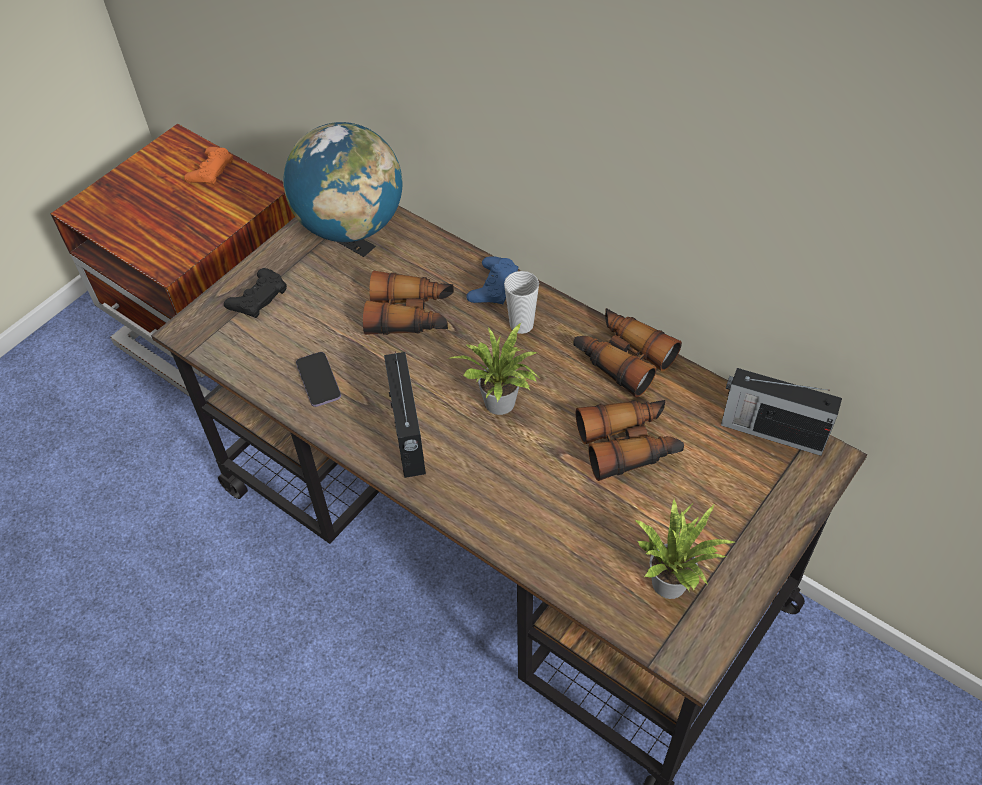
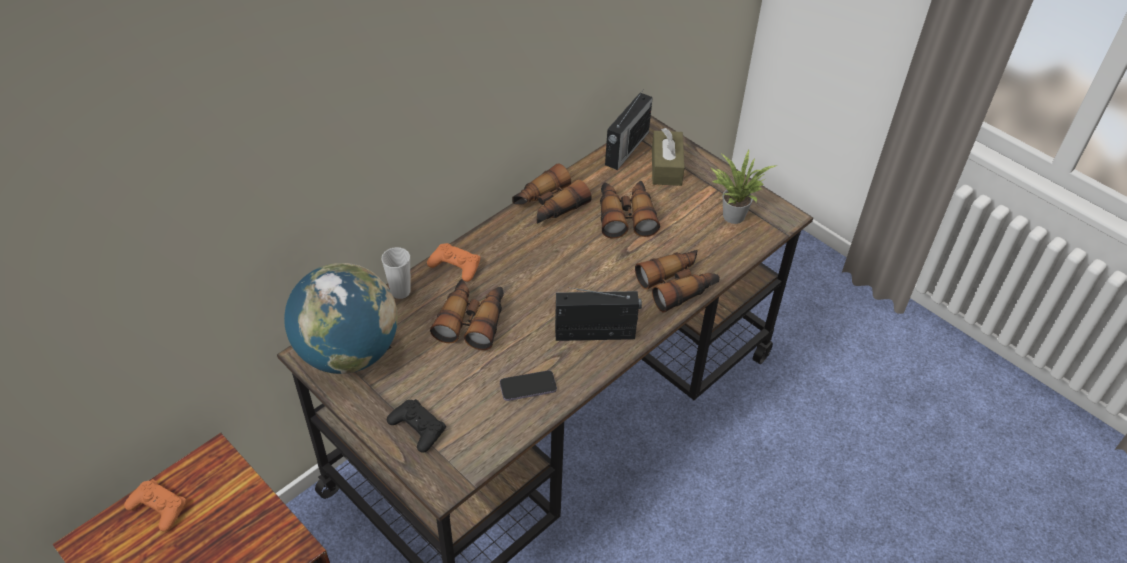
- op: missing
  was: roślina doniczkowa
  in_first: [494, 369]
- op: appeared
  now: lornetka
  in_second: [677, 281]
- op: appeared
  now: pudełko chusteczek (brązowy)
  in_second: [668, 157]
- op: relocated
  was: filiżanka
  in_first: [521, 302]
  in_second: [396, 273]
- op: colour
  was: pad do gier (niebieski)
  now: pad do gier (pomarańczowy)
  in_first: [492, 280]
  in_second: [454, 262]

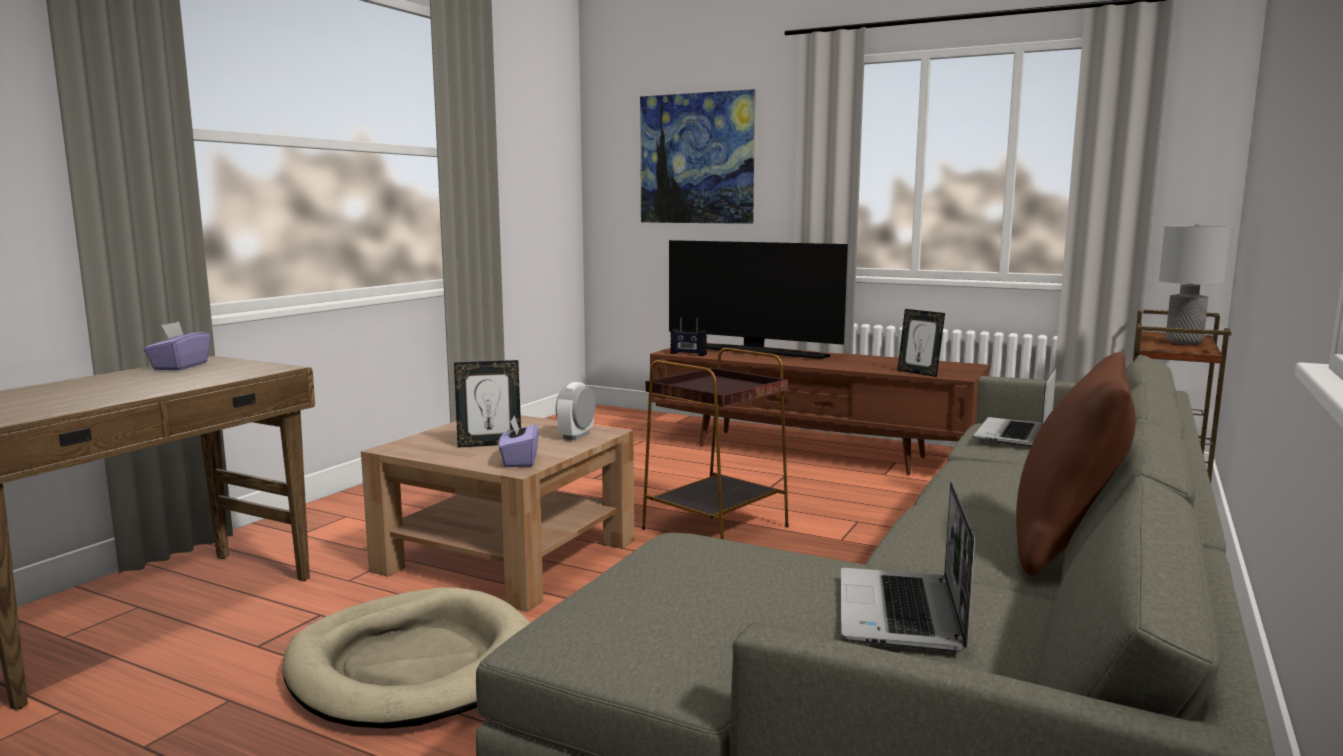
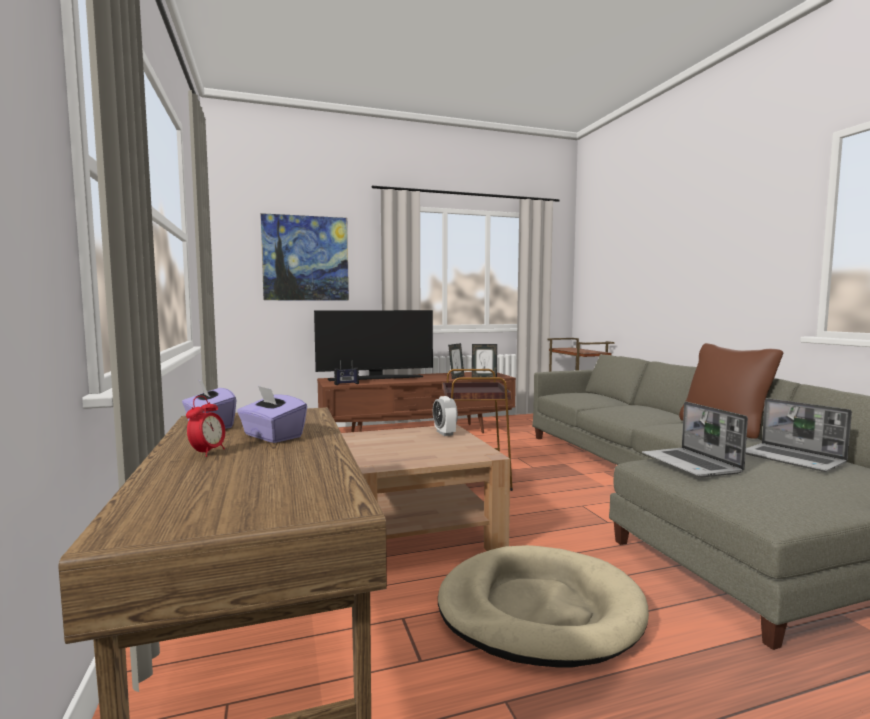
- op: missing
  was: lampa stołowa (szary)
  in_first: [1194, 284]
- op: appeared
  now: budzik
  in_second: [205, 426]
- op: relocated
  was: ramka na zdjęcie
  in_first: [487, 404]
  in_second: [456, 361]
- op: relocated
  was: pudełko chusteczek (fioletowy)
  in_first: [518, 441]
  in_second: [272, 414]
- op: relocated
  was: laptop
  in_first: [1014, 407]
  in_second: [695, 439]

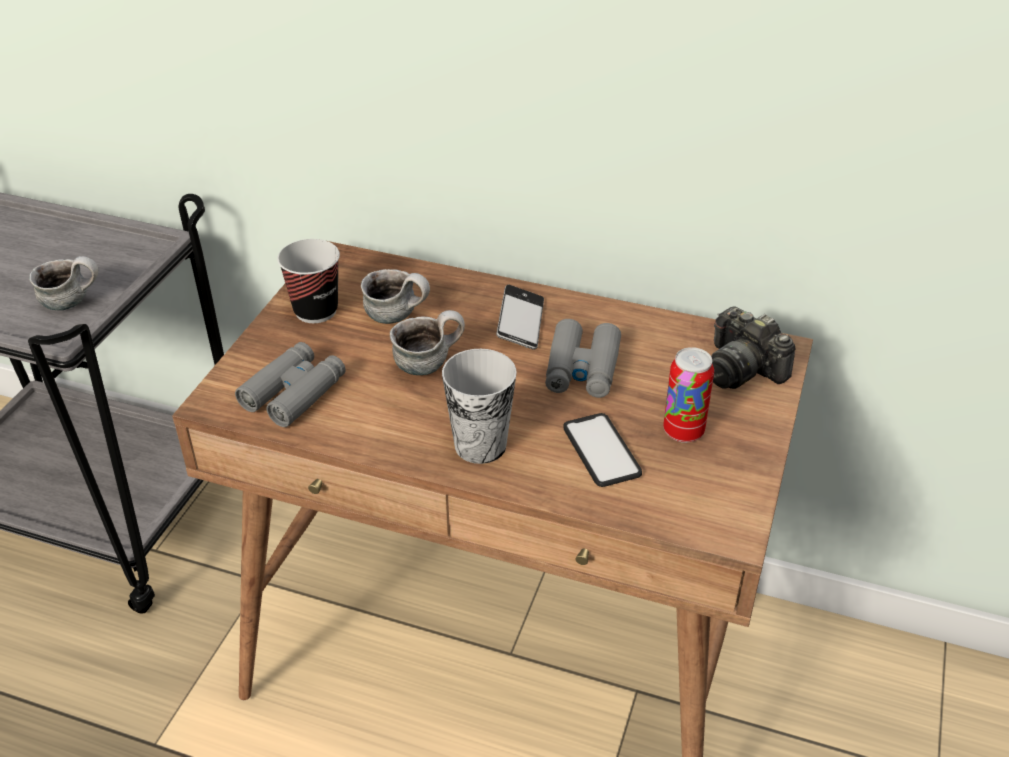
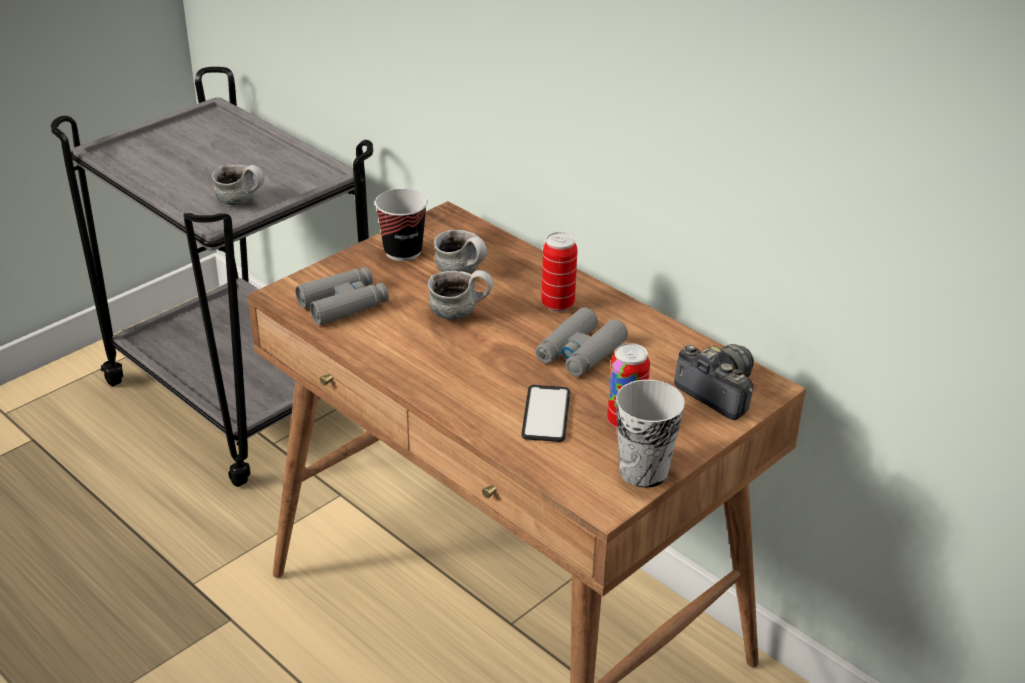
- op: relocated
  was: filiżanka
  in_first: [479, 406]
  in_second: [650, 434]
- op: exchanged
  was: telefon
  now: puszka
  in_first: [520, 317]
  in_second: [559, 272]
- op: spun
  was: aparat fotograficzny
  in_first: [753, 347]
  in_second: [714, 382]
  clockwise: 150

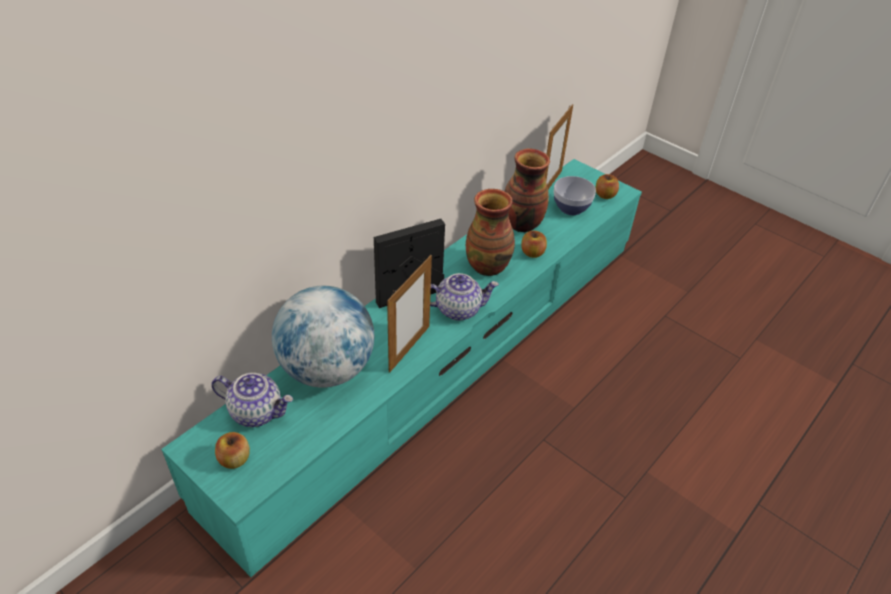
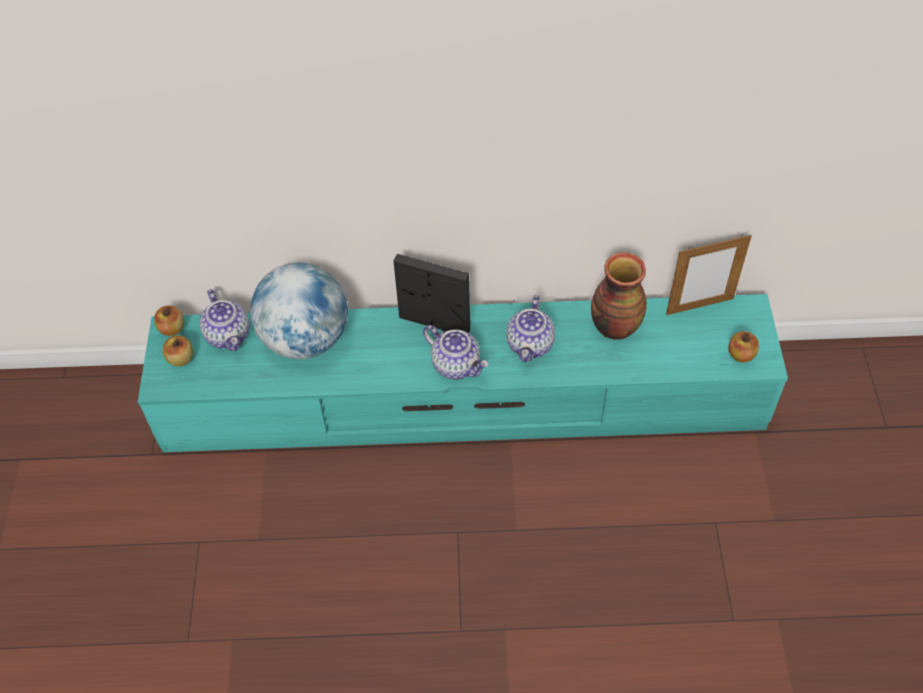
- op: missing
  was: ramka na zdjęcie
  in_first: [409, 314]
- op: missing
  was: miska
  in_first: [575, 195]
- op: relocated
  was: jabłko
  in_first: [534, 244]
  in_second: [169, 320]
- op: exchanged
  was: wazon
  now: imbryk
  in_first: [490, 232]
  in_second: [530, 328]

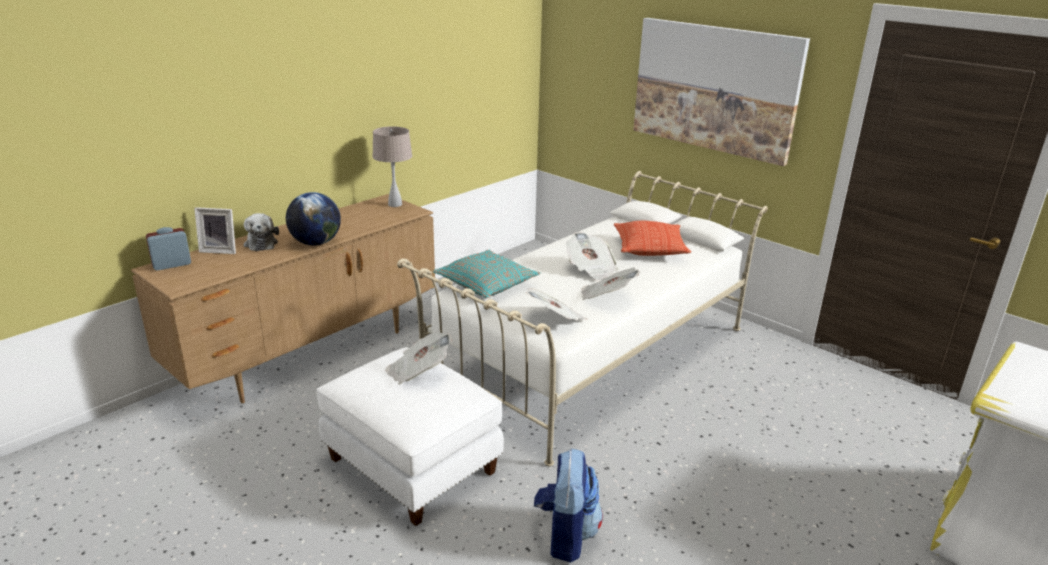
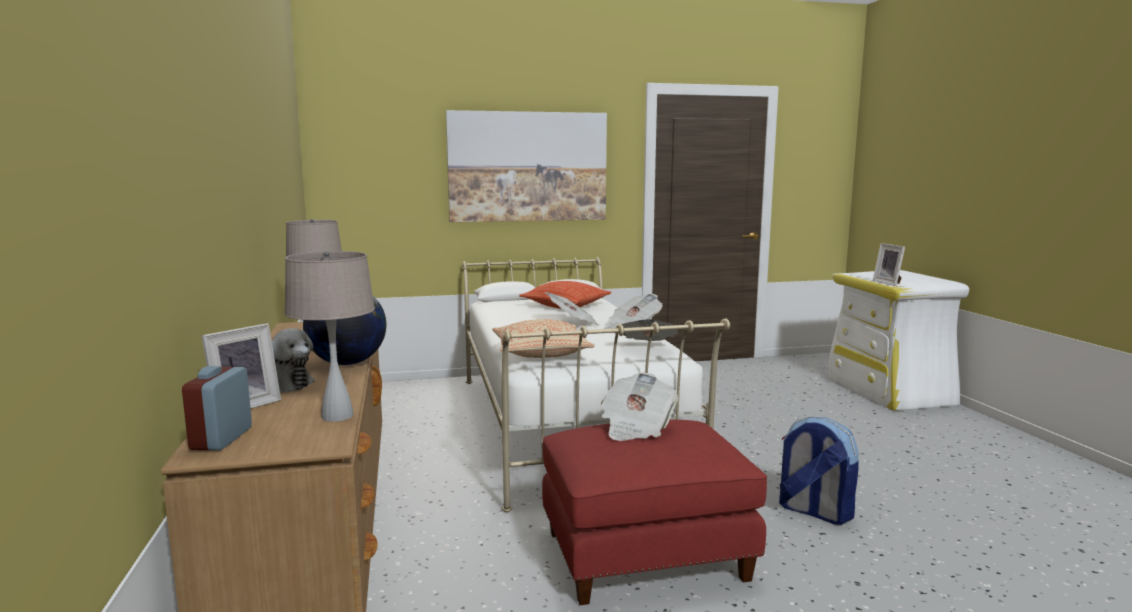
- op: appeared
  now: lampa stołowa (beżowy)
  in_second: [329, 336]
- op: appeared
  now: ramka na zdjęcie
  in_second: [889, 264]
- op: colour
  was: pufa (biały)
  now: pufa (czerwony)
  in_first: [410, 436]
  in_second: [654, 512]
- op: colour
  was: poduszka (turkusowy)
  now: poduszka (beżowy)
  in_first: [486, 274]
  in_second: [543, 338]

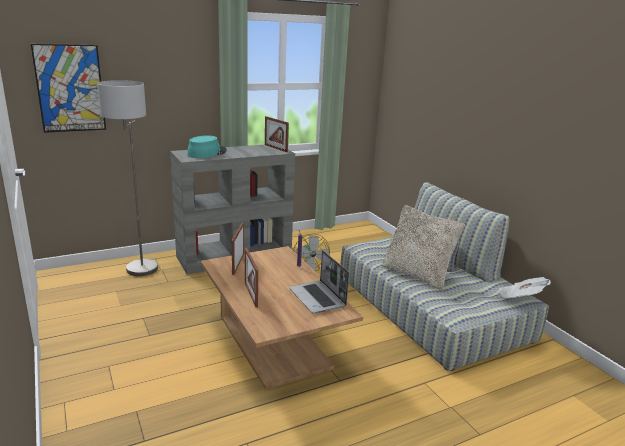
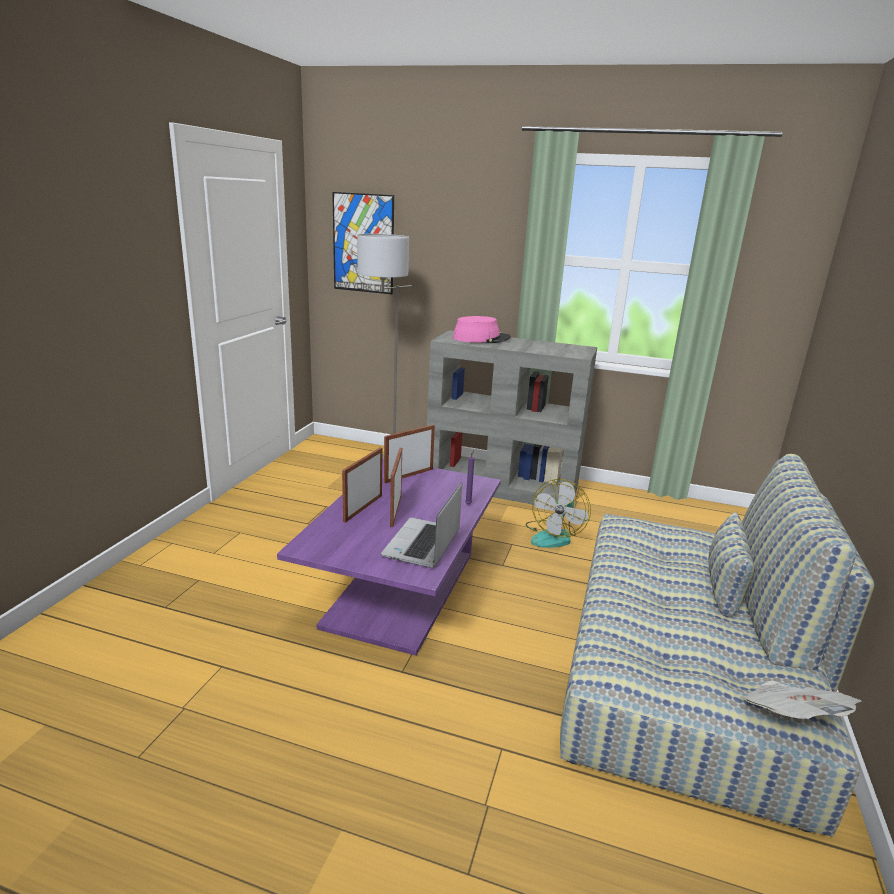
- op: missing
  was: poduszka (beżowy)
  in_first: [423, 247]
- op: relocated
  was: ramka na zdjęcie
  in_first: [277, 134]
  in_second: [396, 487]
- op: colour
  was: kapelusz (turkusowy)
  now: kapelusz (różowy)
  in_first: [207, 146]
  in_second: [482, 329]
- op: colour
  was: ława (brązowy)
  now: ława (fioletowy)
  in_first: [282, 318]
  in_second: [389, 557]

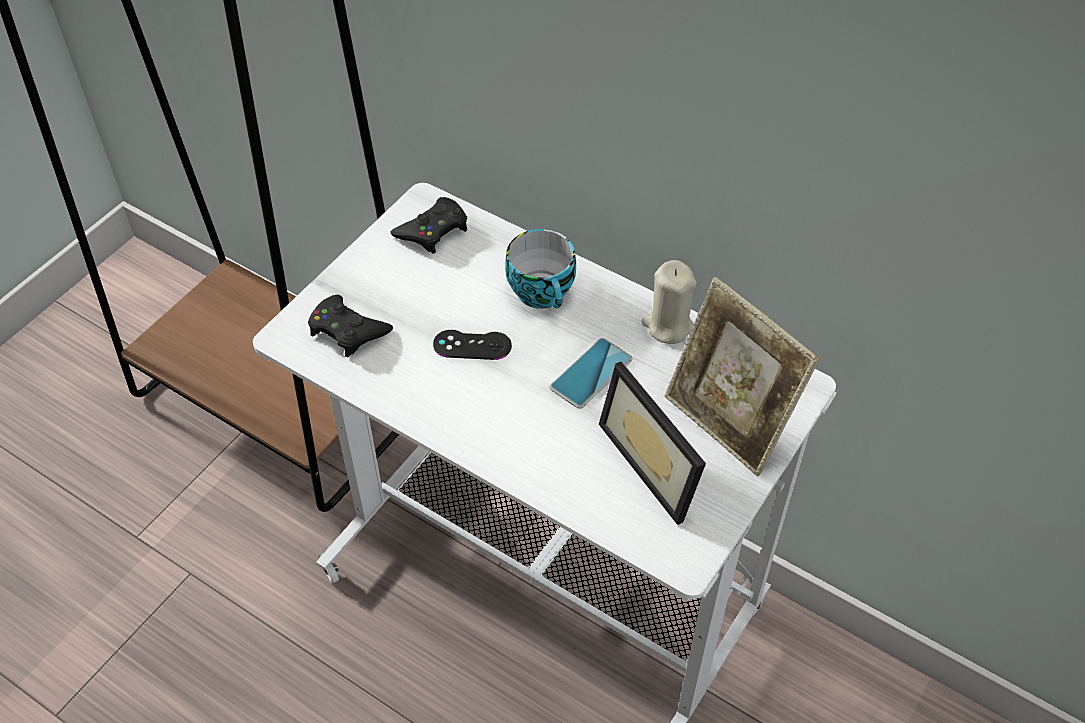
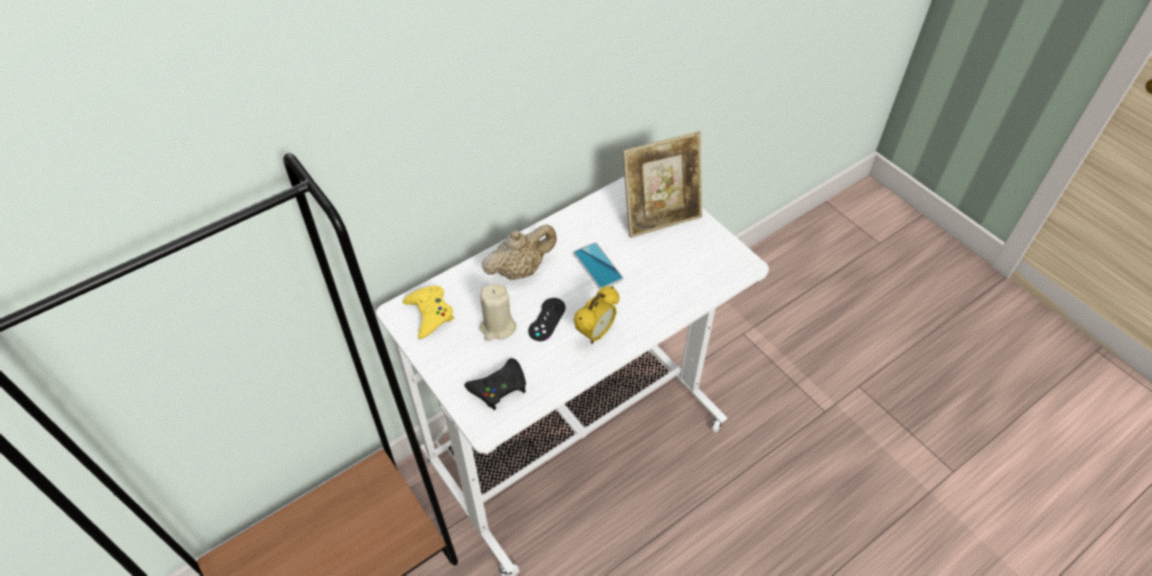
- op: missing
  was: ramka na zdjęcie
  in_first: [652, 443]
- op: appeared
  now: budzik
  in_second: [596, 315]
- op: relocated
  was: świeca (beżowy)
  in_first: [669, 302]
  in_second: [497, 312]
- op: exchanged
  was: filiżanka
  now: imbryk (beżowy)
  in_first: [540, 268]
  in_second: [519, 252]
- op: colour
  was: pad do gier (czarny)
  now: pad do gier (żółty)
  in_first: [428, 225]
  in_second: [428, 312]

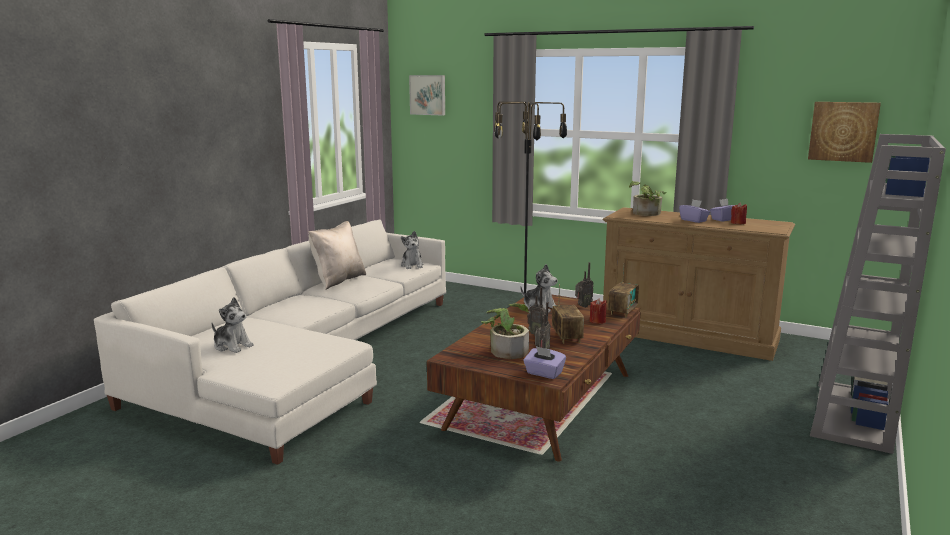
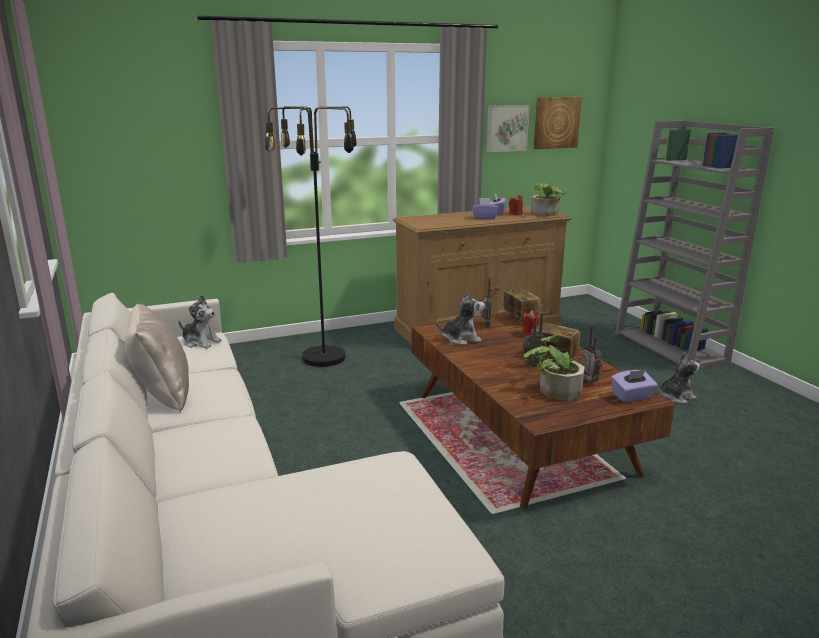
- op: relocated
  was: pluszak
  in_first: [233, 325]
  in_second: [679, 377]
- op: relocated
  was: obraz
  in_first: [427, 95]
  in_second: [508, 128]
- op: relocated
  was: roślina doniczkowa
  in_first: [648, 198]
  in_second: [549, 200]

